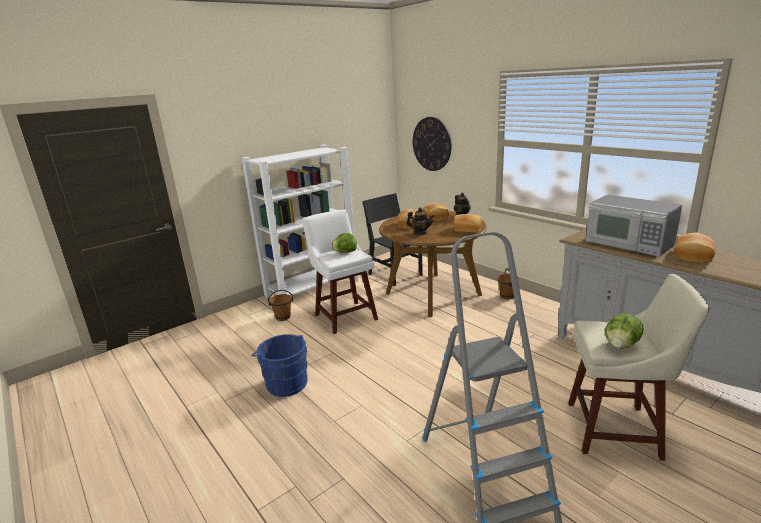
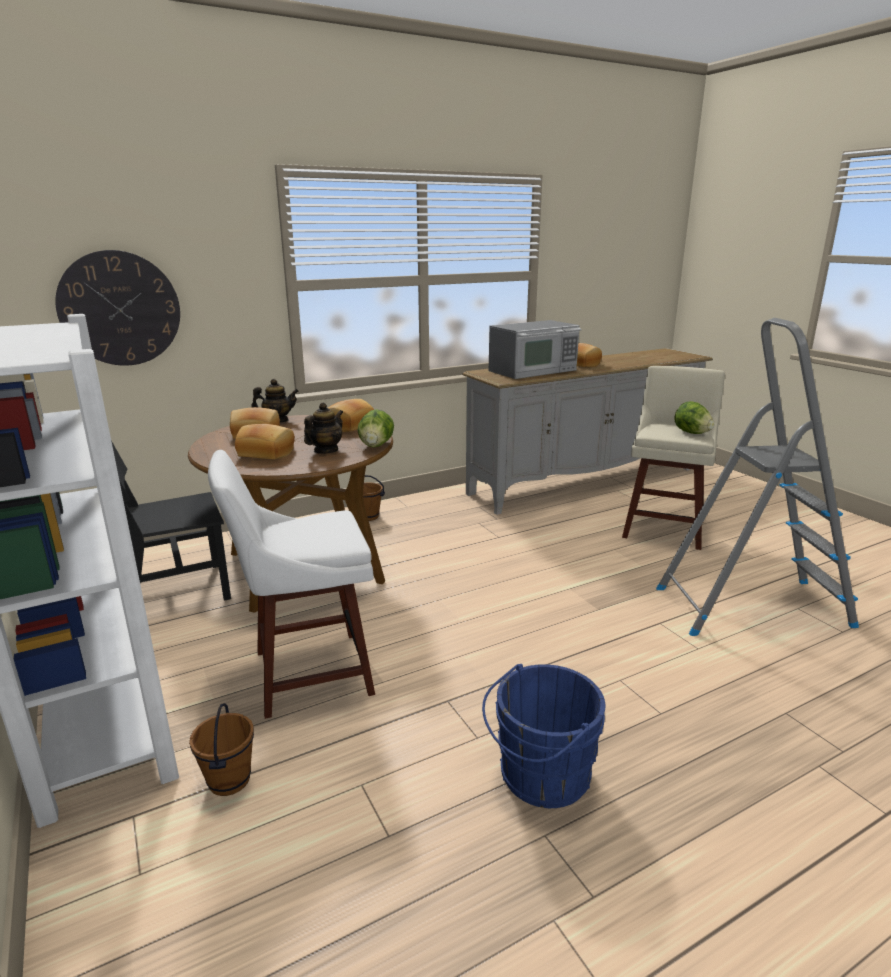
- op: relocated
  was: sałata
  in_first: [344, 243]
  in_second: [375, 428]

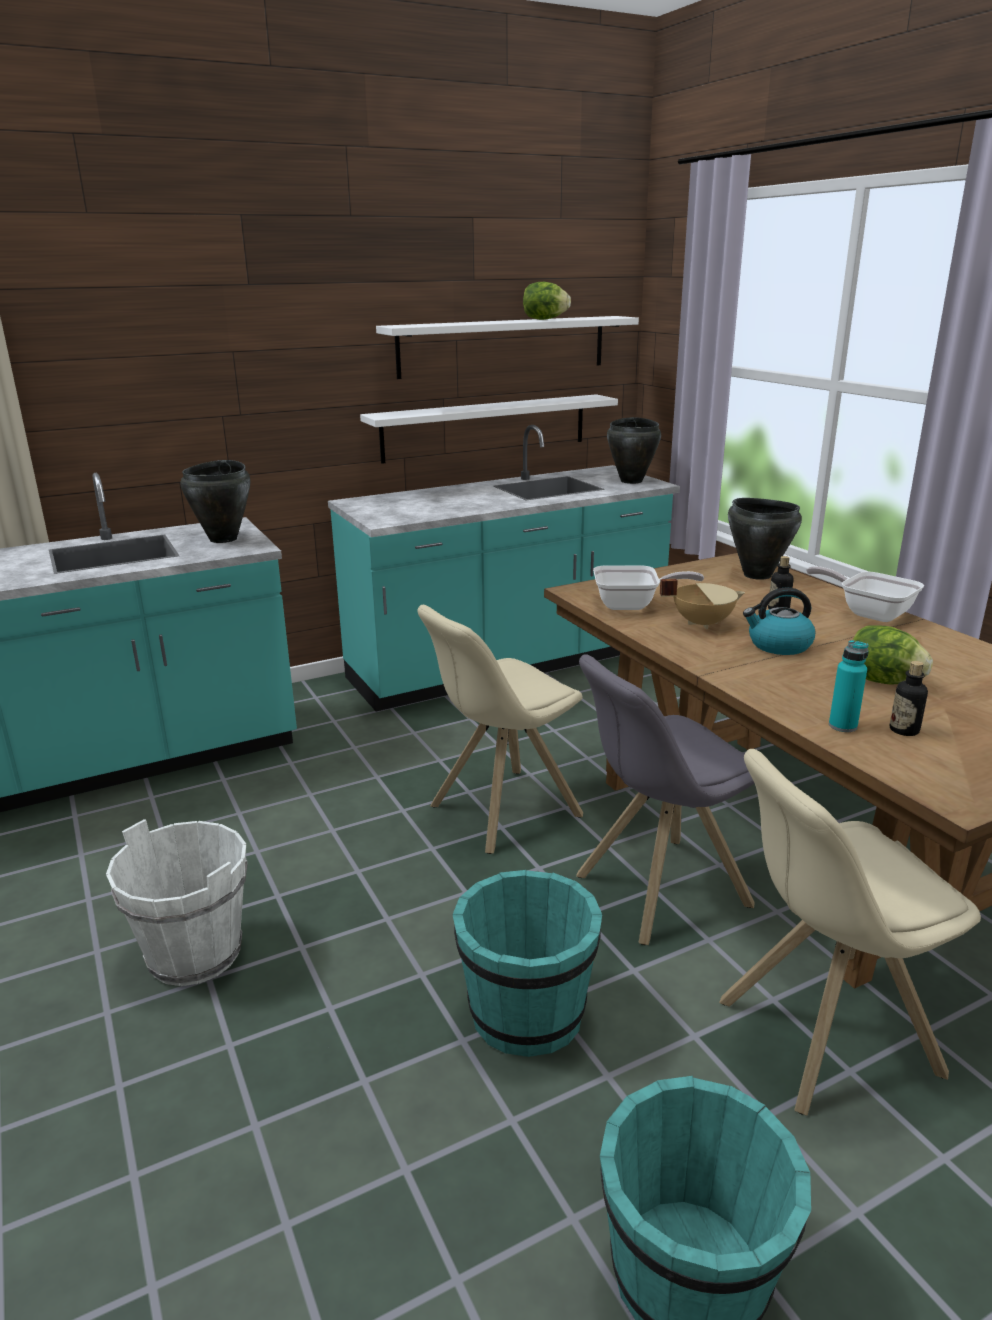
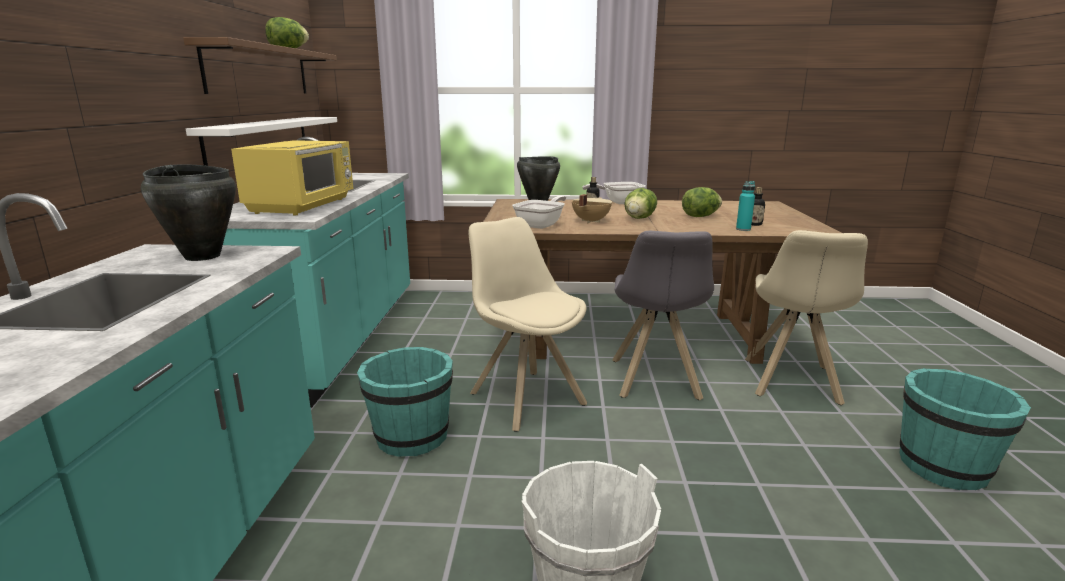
- op: missing
  was: garnek (czarny)
  in_first: [634, 450]
- op: appeared
  now: mikrofalówka (żółty)
  in_second: [292, 178]
- op: relocated
  was: wiadro (turkusowy)
  in_first: [527, 963]
  in_second: [405, 402]
- op: exchanged
  was: czajnik
  now: sałata
  in_first: [779, 621]
  in_second: [640, 203]
- op: colour
  was: półka (biały)
  now: półka (brązowy)
  in_first: [507, 347]
  in_second: [260, 65]
- op: spun
  was: krzesło (beżowy)
  in_first: [500, 729]
  in_second: [527, 324]
  clockwise: 150

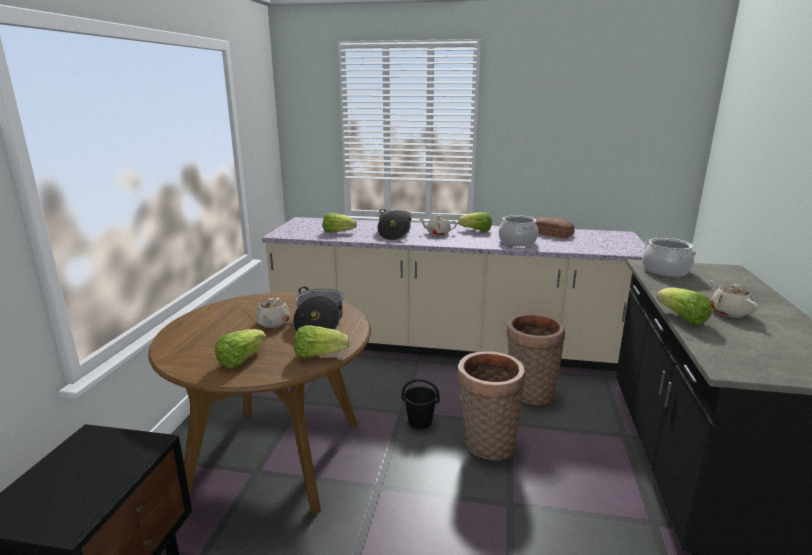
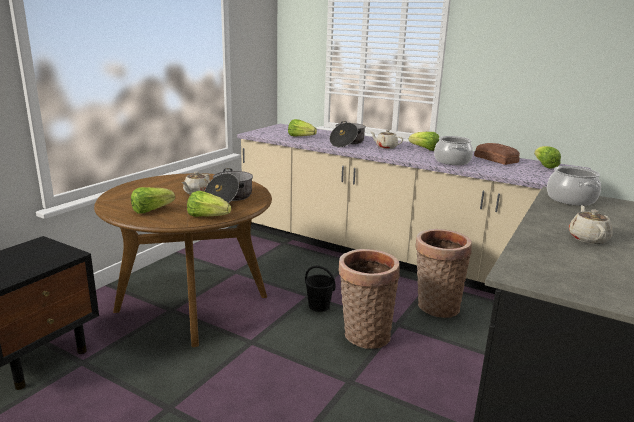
- op: relocated
  was: sałata
  in_first: [684, 306]
  in_second: [547, 157]

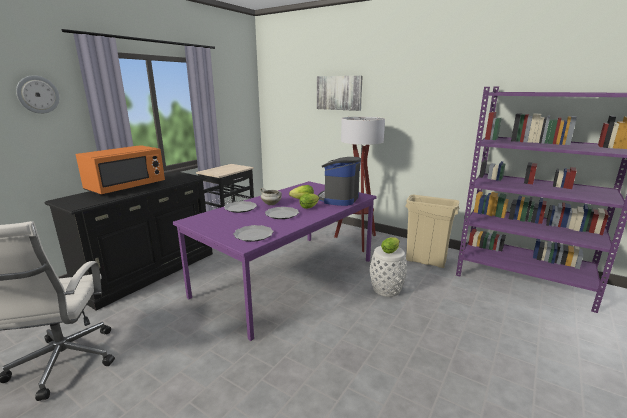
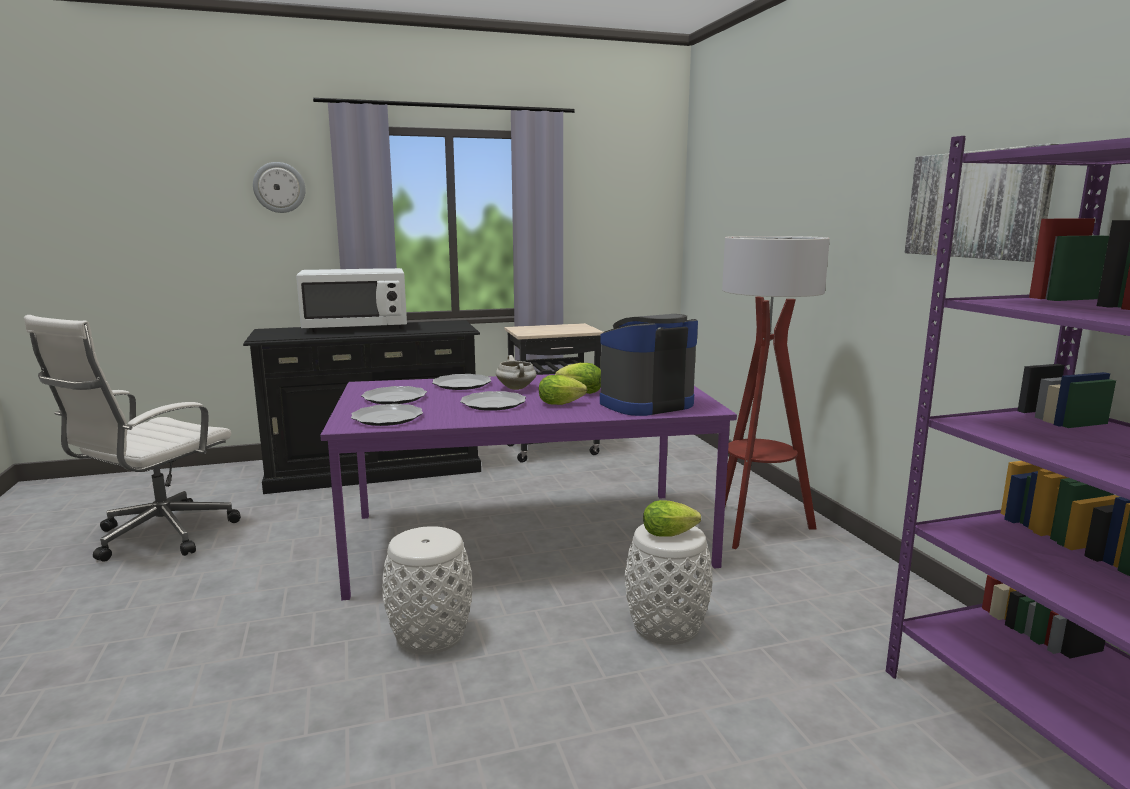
- op: missing
  was: kosz na śmieci (beżowy)
  in_first: [432, 231]
- op: appeared
  now: talerz
  in_second: [394, 395]
- op: appeared
  now: stołek (biały)
  in_second: [427, 590]
- op: relocated
  was: obraz
  in_first: [340, 93]
  in_second: [982, 202]
- op: colour
  was: mikrofalówka (pomarańczowy)
  now: mikrofalówka (biały)
  in_first: [120, 170]
  in_second: [351, 300]

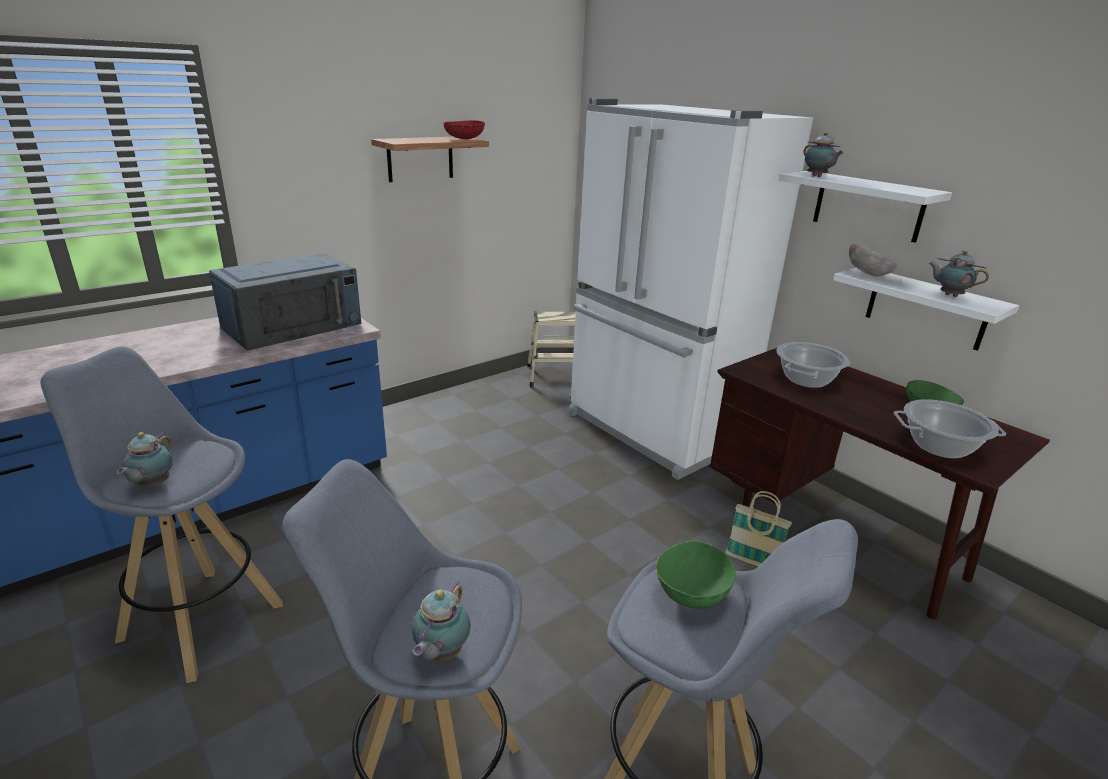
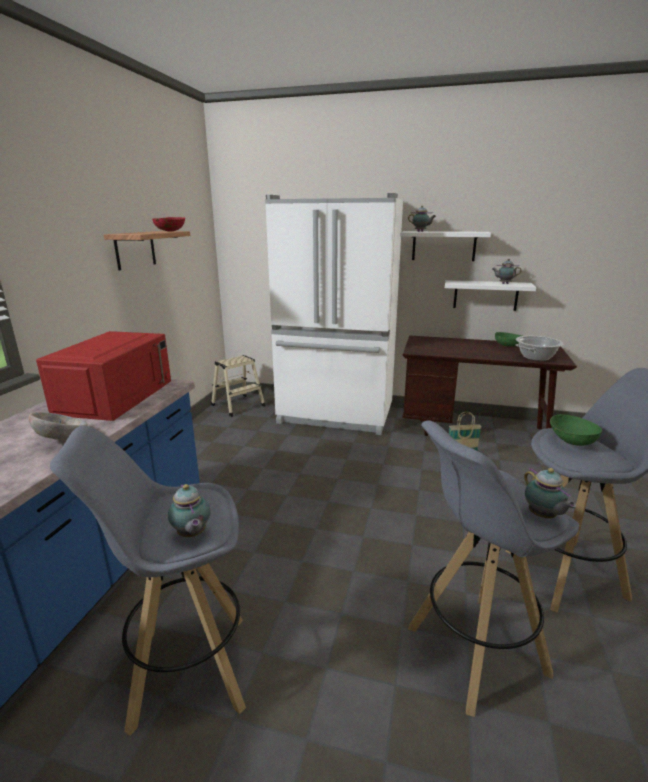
- op: missing
  was: garnek
  in_first: [813, 365]
- op: relocated
  was: miska
  in_first: [873, 260]
  in_second: [58, 426]
- op: colour
  was: mikrofalówka (niebieski)
  now: mikrofalówka (czerwony)
  in_first: [285, 301]
  in_second: [103, 376]

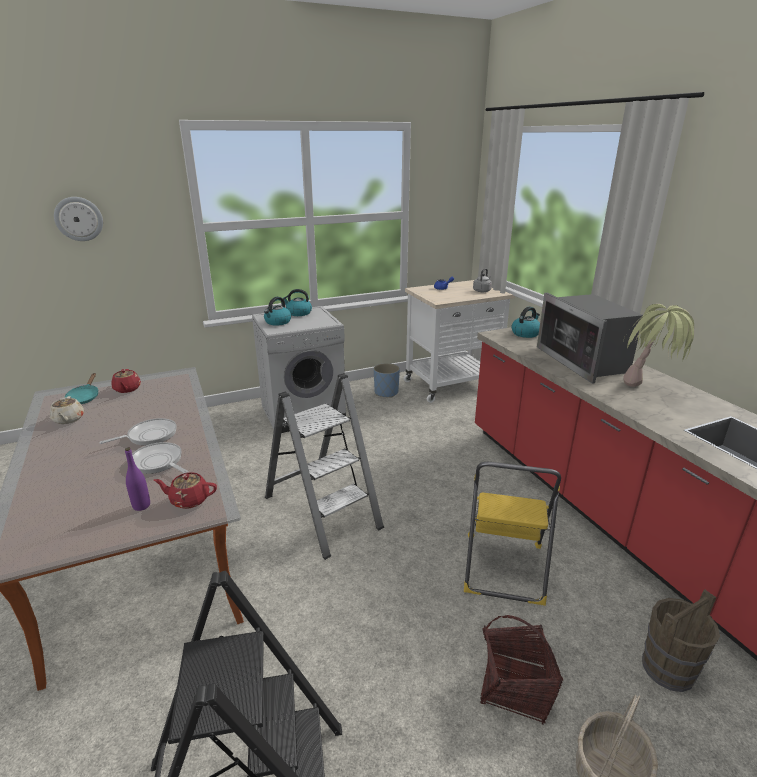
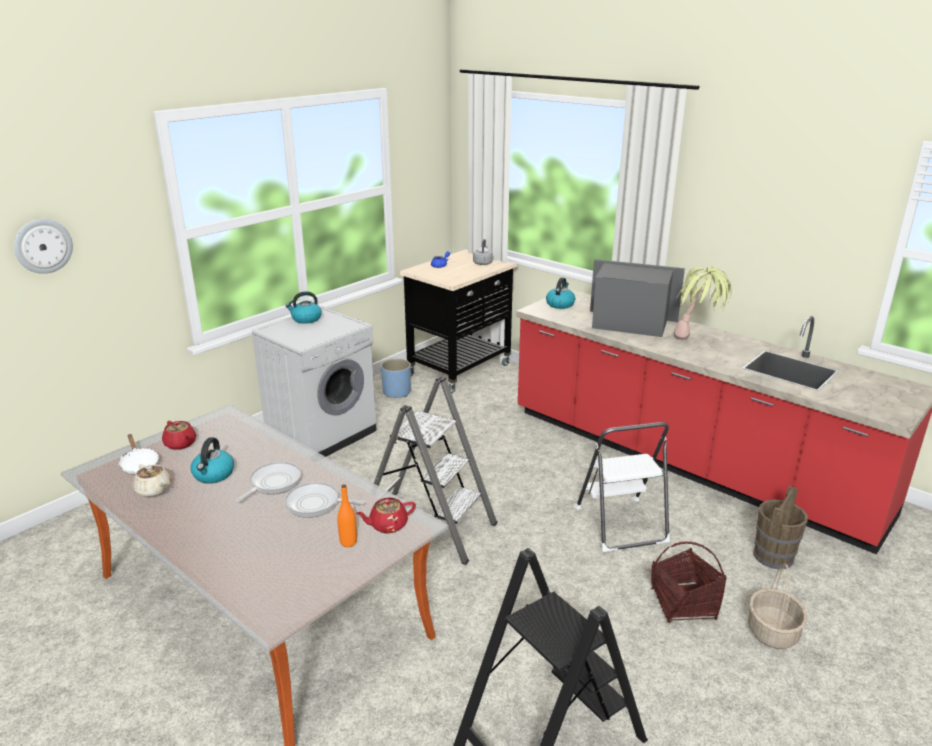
- op: relocated
  was: czajnik
  in_first: [277, 311]
  in_second: [212, 460]
- op: colour
  was: patelnia (turkusowy)
  now: patelnia (biały)
  in_first: [81, 388]
  in_second: [138, 454]
- op: colour
  was: butelka (fioletowy)
  now: butelka (pomarańczowy)
  in_first: [137, 479]
  in_second: [347, 515]
- op: colour
  was: wózek (biały)
  now: wózek (czarny)
  in_first: [459, 341]
  in_second: [459, 321]
- op: colour
  was: drabinka (żółty)
  now: drabinka (biały)
  in_first: [512, 534]
  in_second: [622, 487]
- op: spun
  was: mikrofalówka
  in_first: [590, 338]
  in_second: [637, 298]
  clockwise: 150

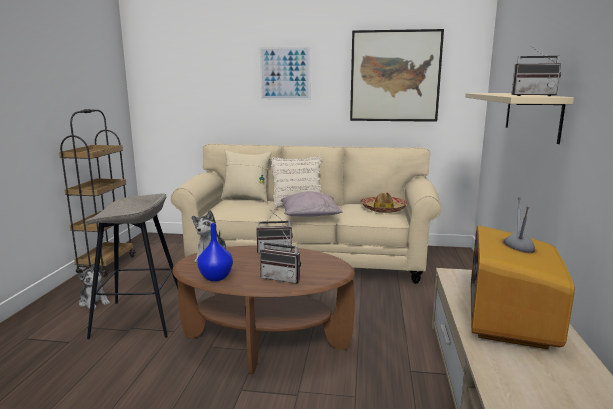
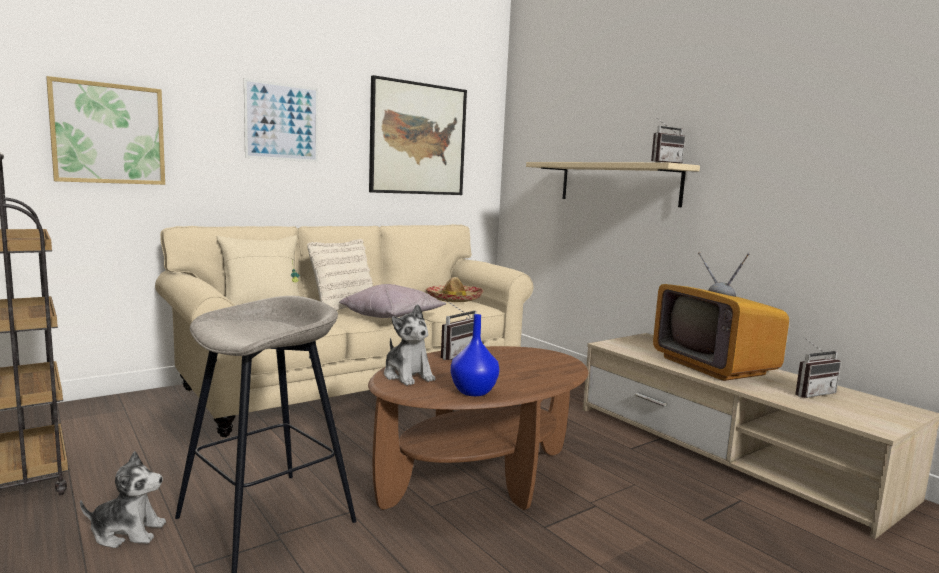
- op: appeared
  now: obraz
  in_second: [105, 130]
- op: relocated
  was: radio
  in_first: [280, 257]
  in_second: [818, 367]

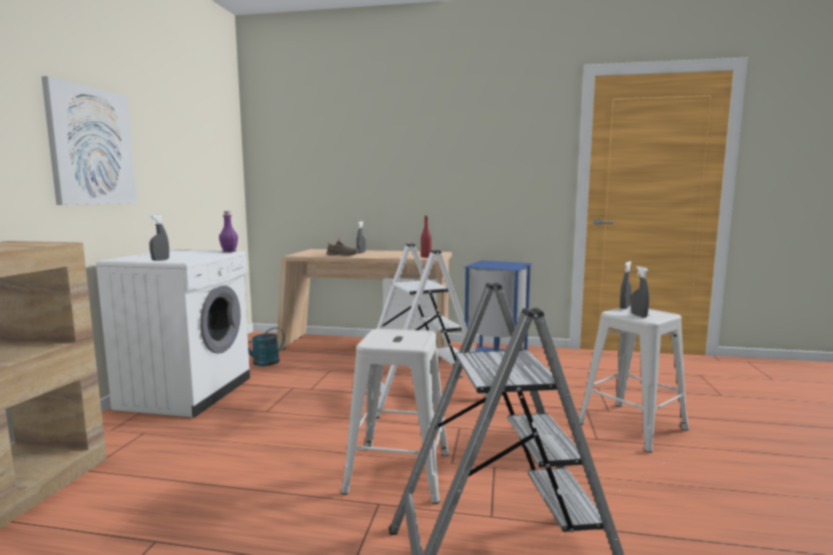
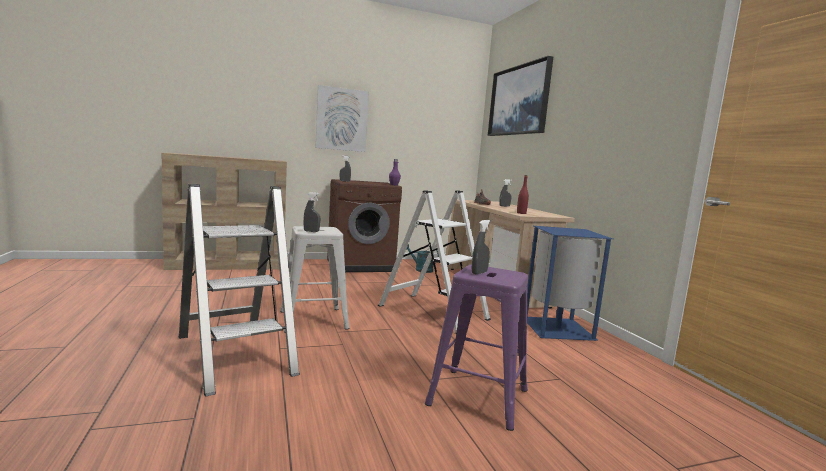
- op: appeared
  now: obraz
  in_second: [520, 96]
- op: relocated
  was: spryskiwacz (szary)
  in_first: [626, 285]
  in_second: [311, 212]
- op: colour
  was: pralka (biały)
  now: pralka (brązowy)
  in_first: [173, 333]
  in_second: [364, 225]
- op: colour
  was: stołek (biały)
  now: stołek (fioletowy)
  in_first: [634, 379]
  in_second: [476, 348]

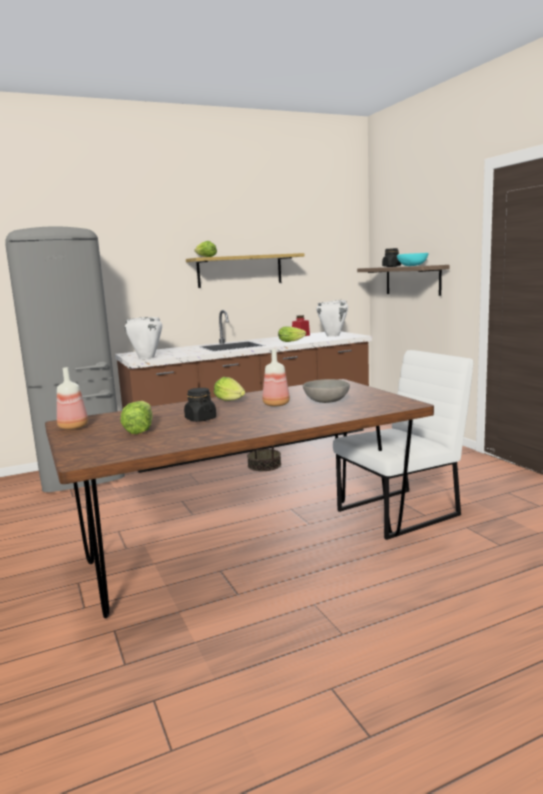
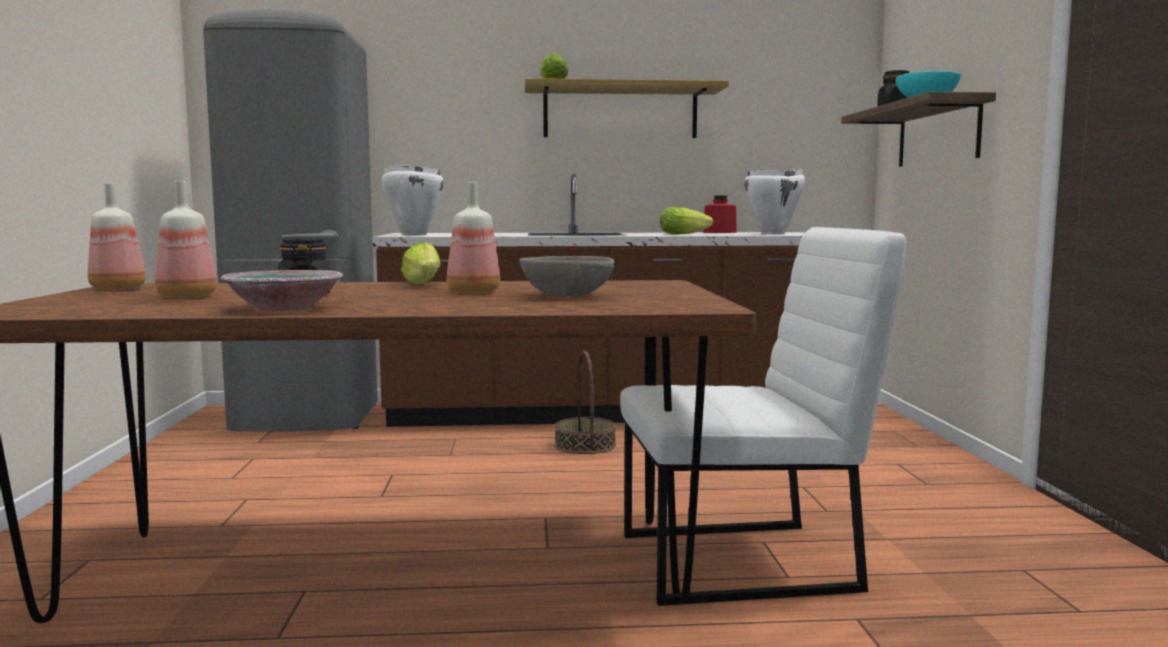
- op: appeared
  now: miska
  in_second: [282, 290]
- op: exchanged
  was: sałata
  now: butelka
  in_first: [136, 417]
  in_second: [186, 239]

